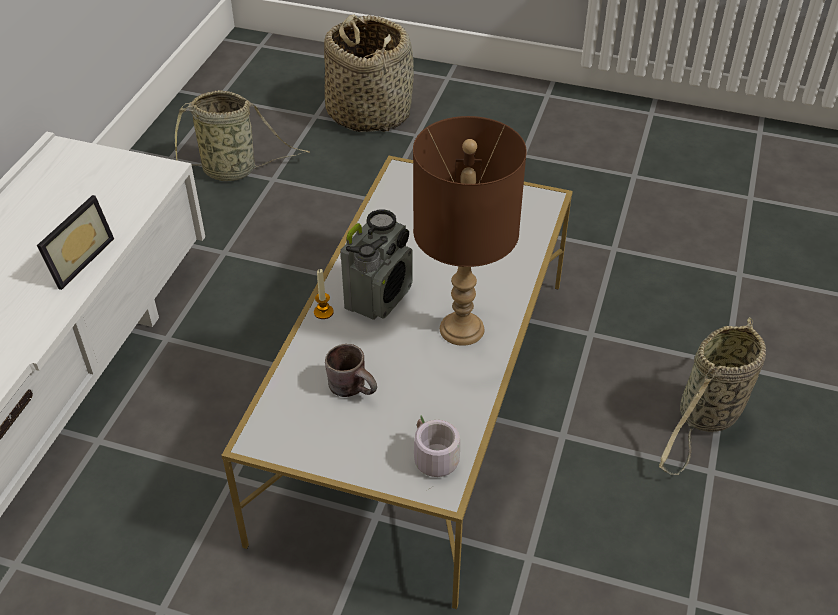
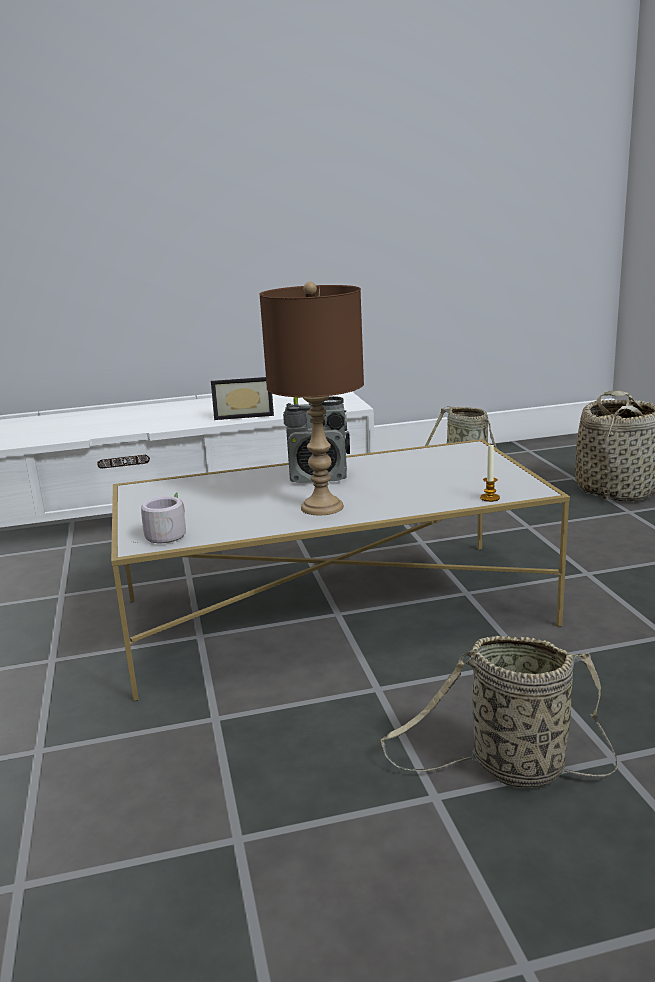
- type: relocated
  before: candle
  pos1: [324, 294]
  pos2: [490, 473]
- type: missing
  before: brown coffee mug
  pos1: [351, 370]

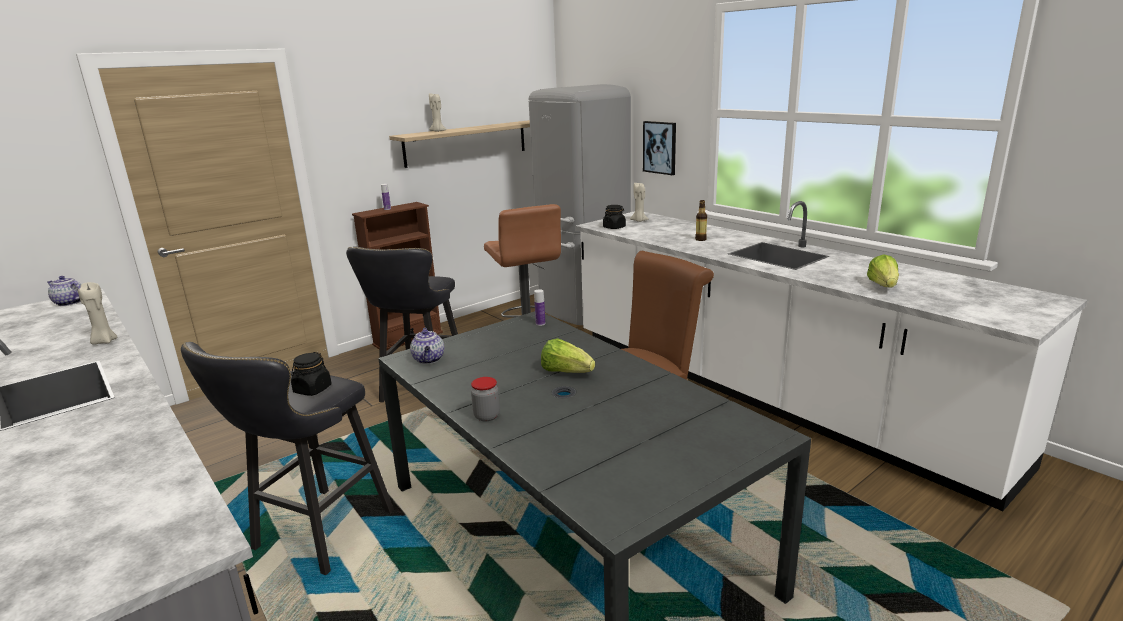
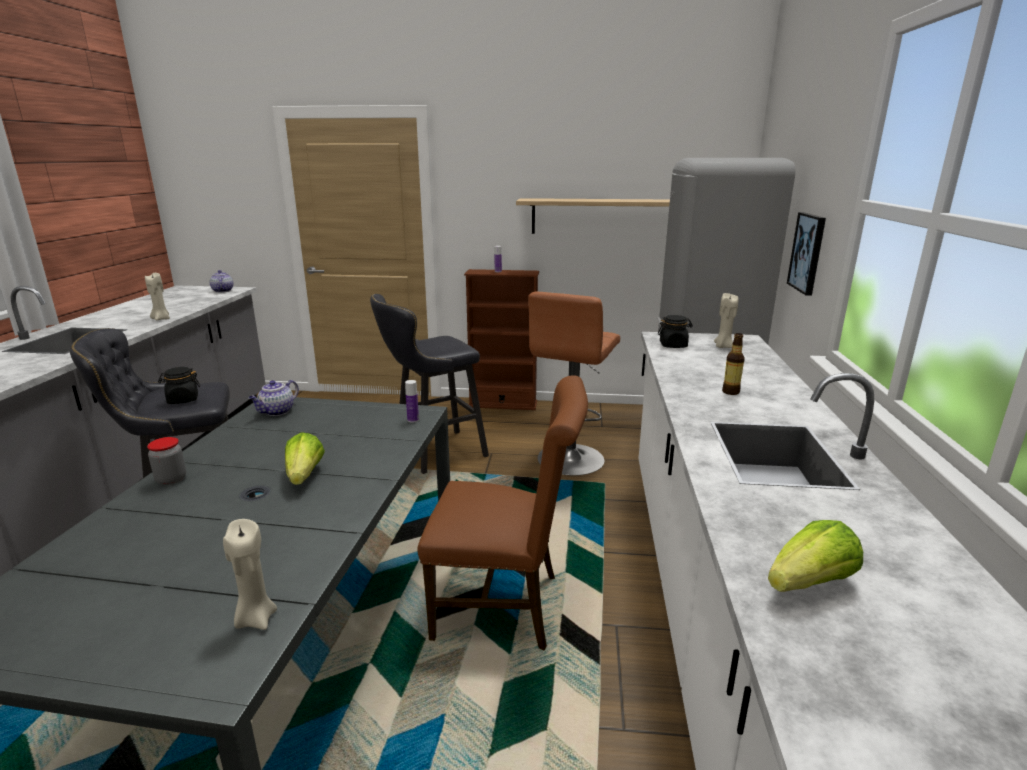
- type: relocated
  before: beige-coloured candle
  pos1: [438, 112]
  pos2: [250, 574]

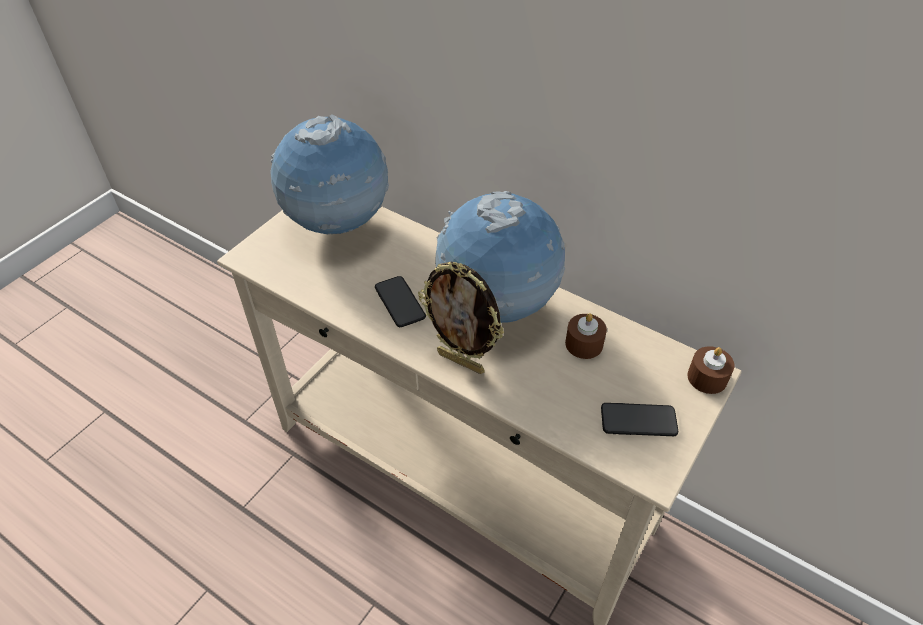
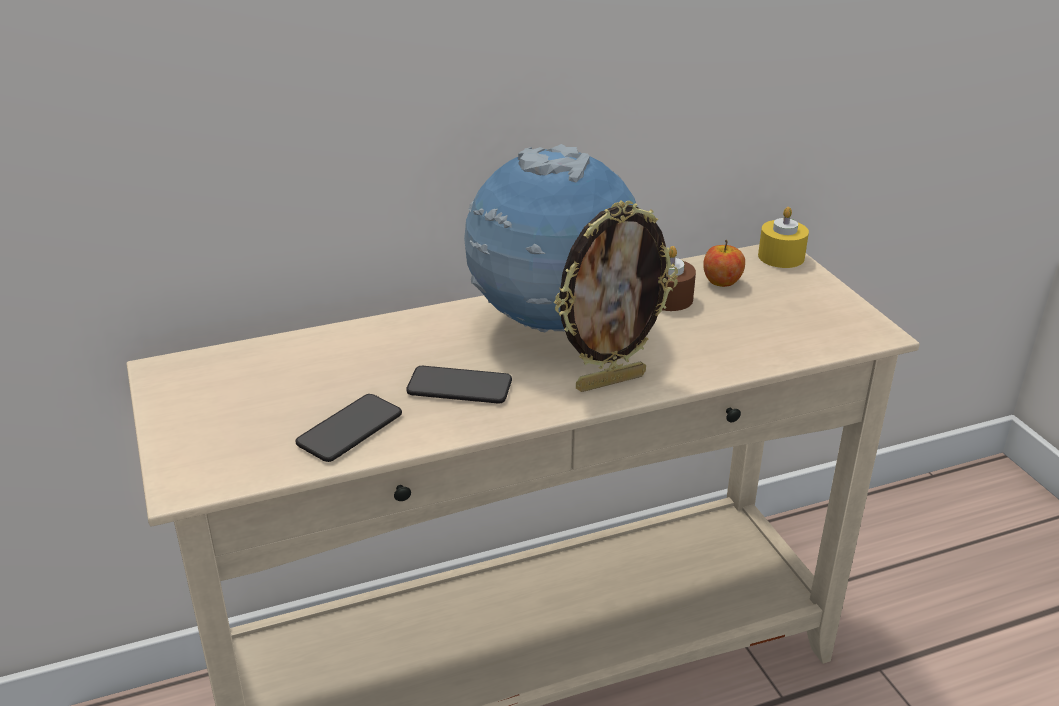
- type: missing
  before: desk globe
  pos1: [329, 174]
- type: colour
  before: brown candle
  after: yellow candle
  pos1: [711, 370]
  pos2: [783, 237]
- type: relocated
  before: telephone
  pos1: [639, 419]
  pos2: [348, 428]
- type: appeared
  after: whole apple
  pos2: [724, 263]

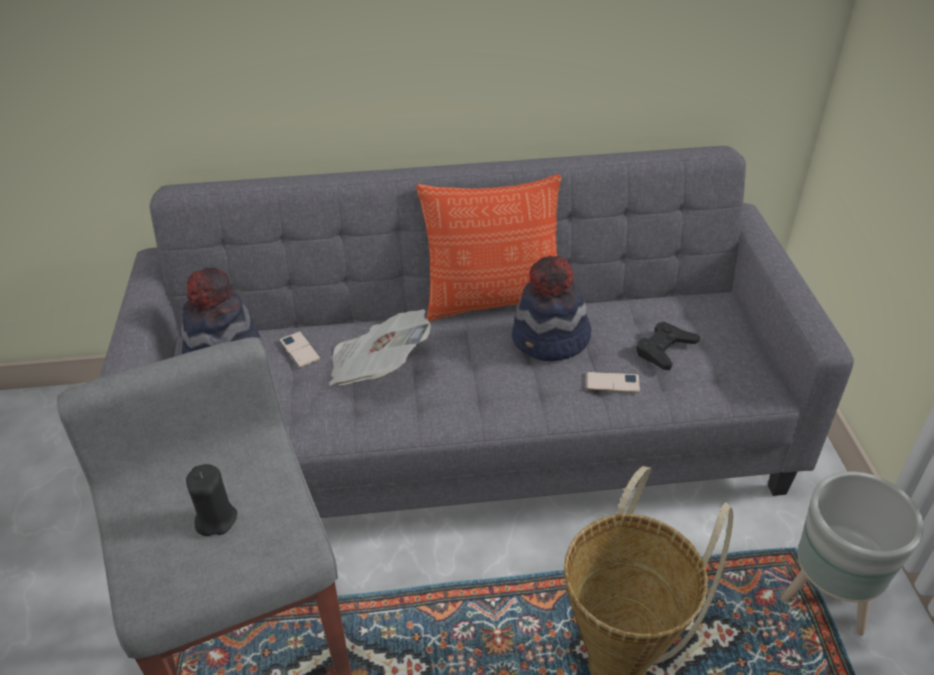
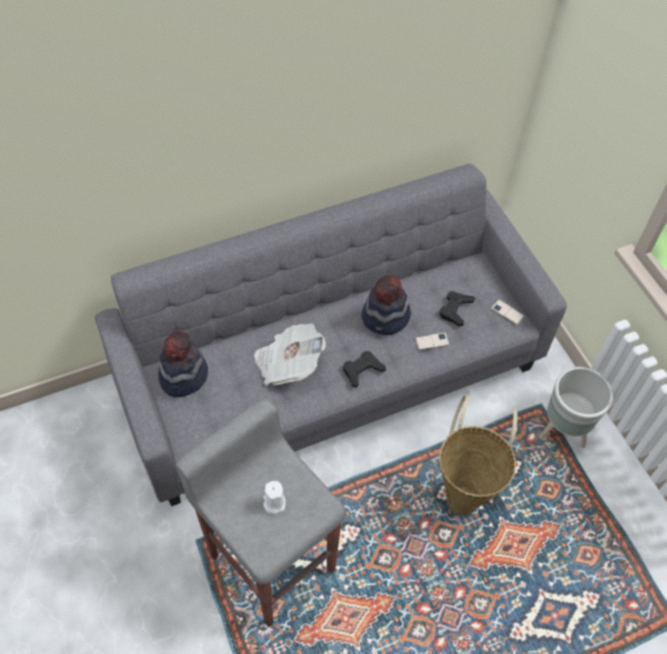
- type: missing
  before: orange pillow
  pos1: [488, 247]
- type: relocated
  before: telephone
  pos1: [300, 349]
  pos2: [508, 312]
- type: colour
  before: black candle
  after: white candle
  pos1: [211, 500]
  pos2: [274, 497]
- type: appeared
  after: black gamepad
  pos2: [364, 369]

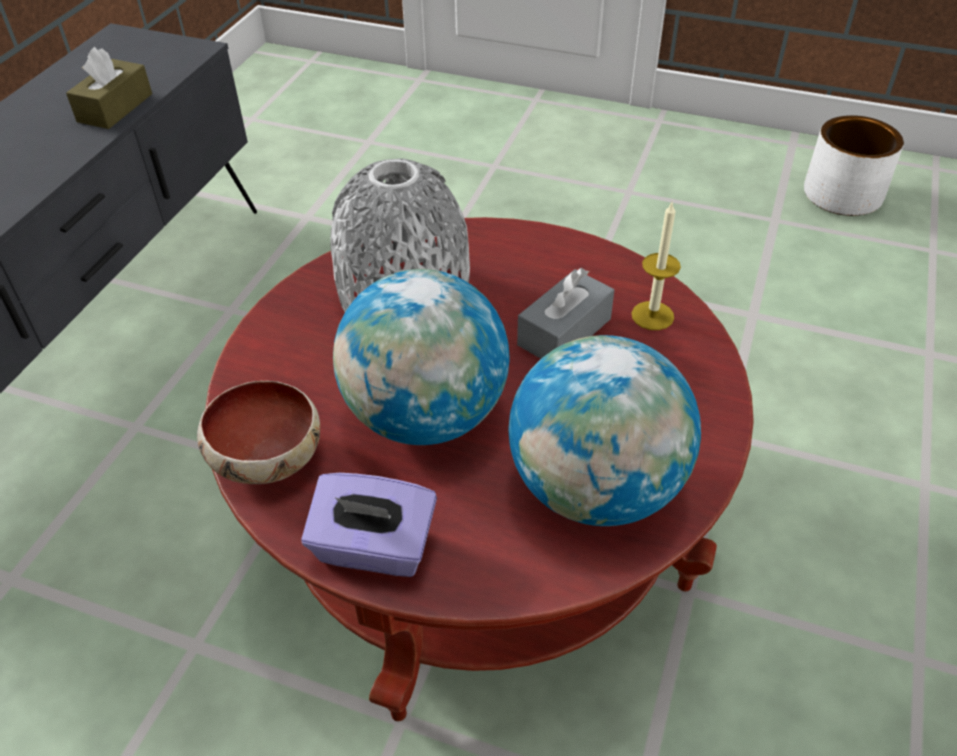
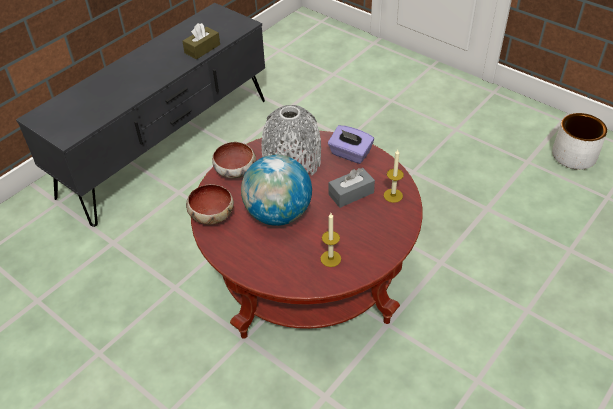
- type: exchanged
  before: desk globe
  after: candle
  pos1: [605, 430]
  pos2: [330, 240]
- type: relocated
  before: purple-coloured box of tissues
  pos1: [369, 525]
  pos2: [351, 144]
- type: appeared
  after: deep dish
  pos2: [234, 160]

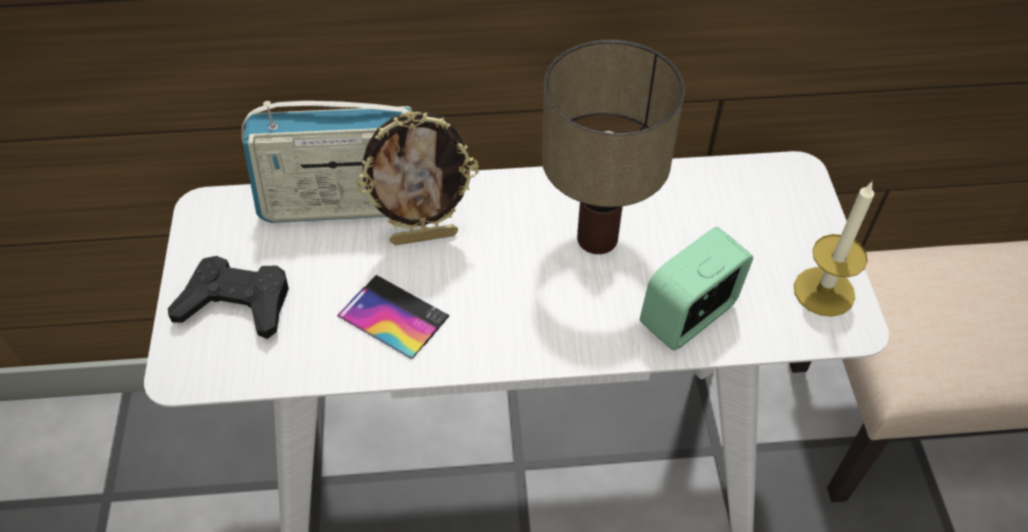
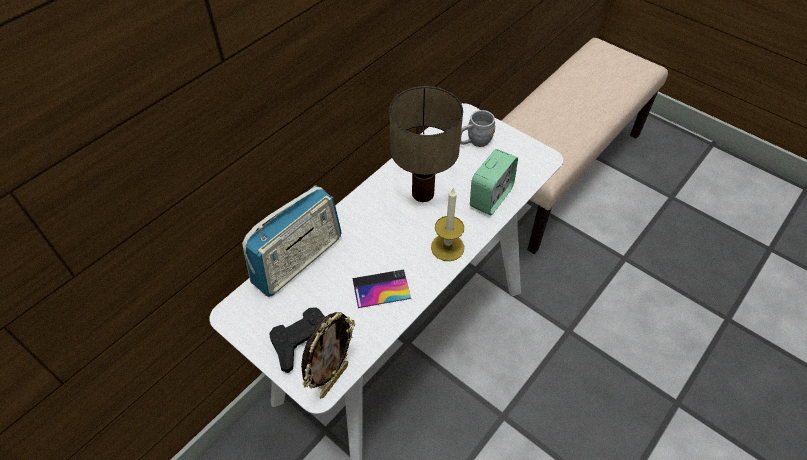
- type: relocated
  before: standing frame
  pos1: [417, 178]
  pos2: [328, 355]
- type: relocated
  before: candle
  pos1: [834, 249]
  pos2: [447, 224]
- type: spun
  before: bedside clock
  pos1: [696, 288]
  pos2: [494, 182]
  turn: -150
- type: appeared
  after: gray coffee mug
  pos2: [478, 128]

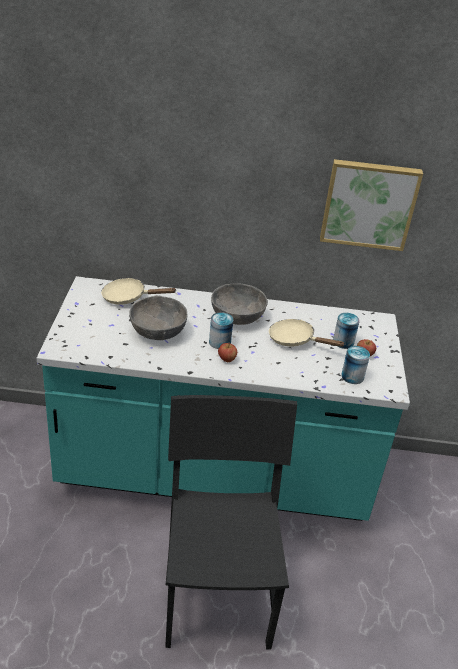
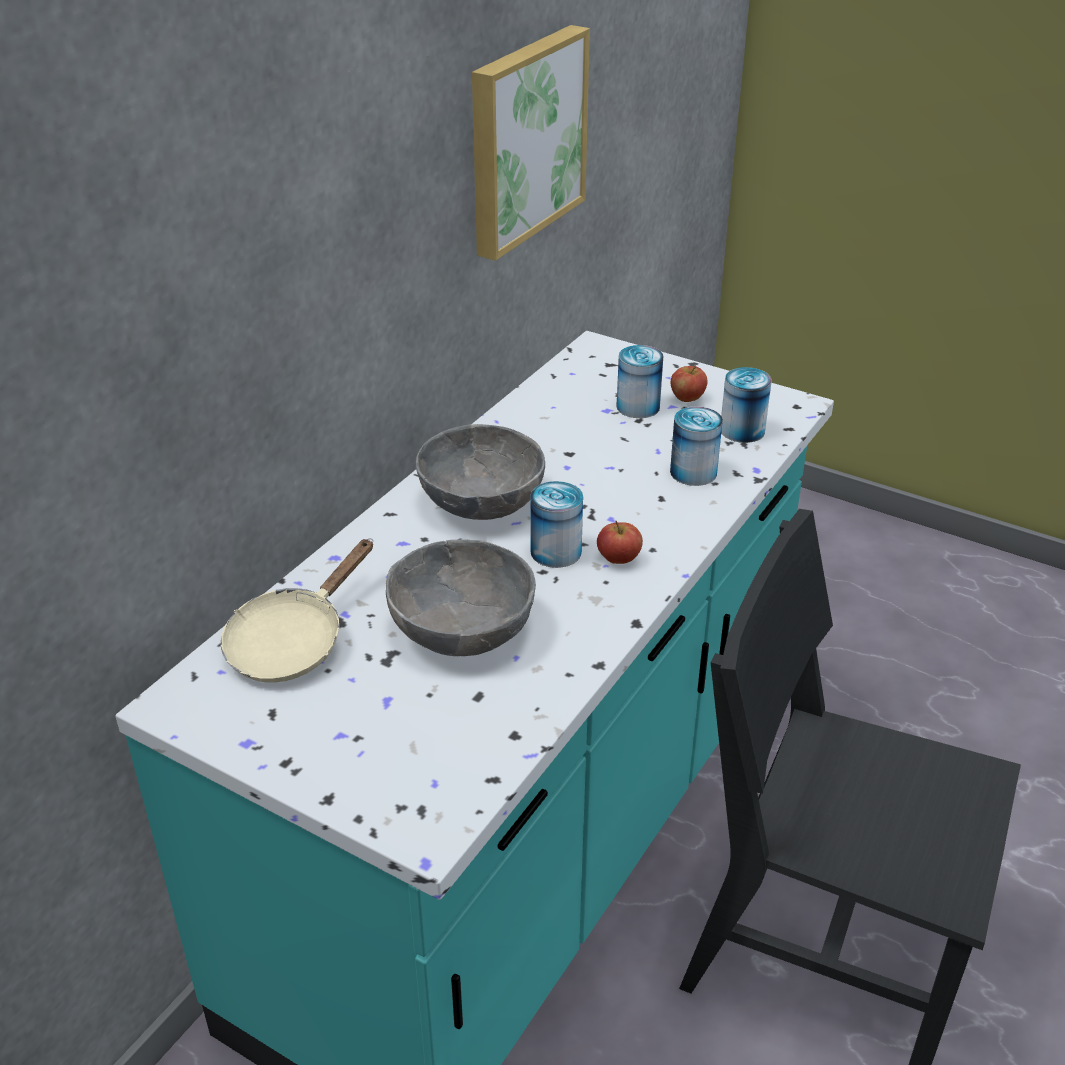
- type: missing
  before: beige-coloured skillet
  pos1: [307, 333]
- type: appeared
  after: metal can
  pos2: [696, 446]

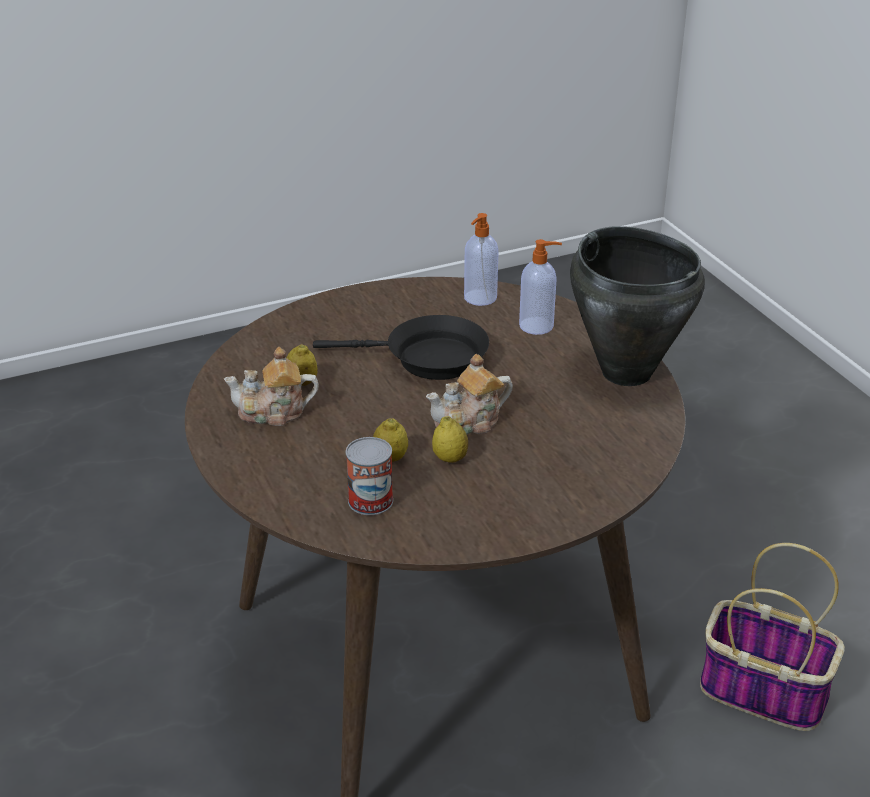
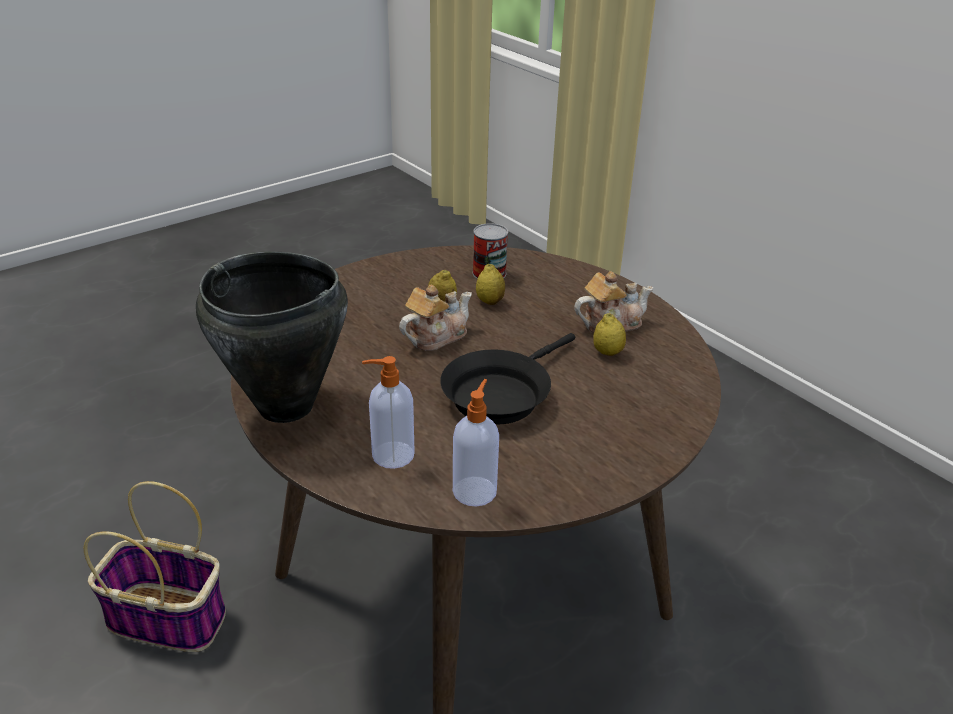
- type: spun
  before: black skillet
  pos1: [401, 347]
  pos2: [507, 379]
  turn: -45

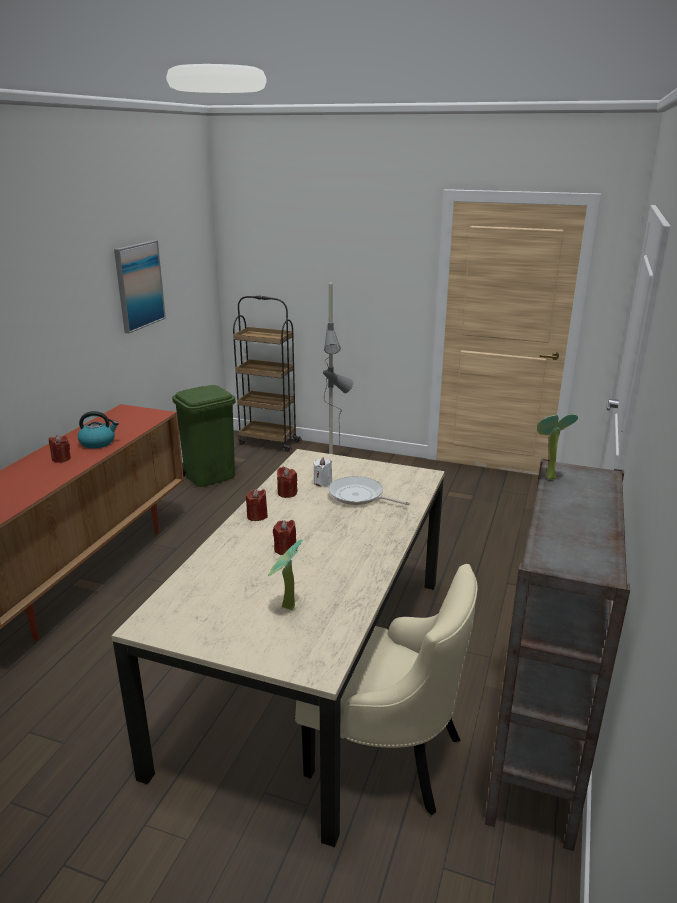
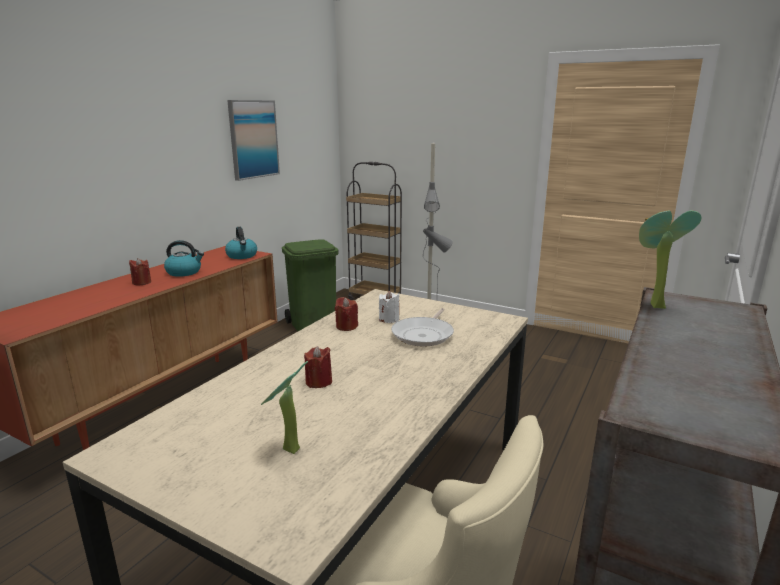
- type: spun
  before: skillet
  pos1: [369, 490]
  pos2: [422, 327]
  turn: -105
- type: missing
  before: red-coloured candle
  pos1: [257, 505]
- type: appeared
  after: water kettle
  pos2: [241, 243]

